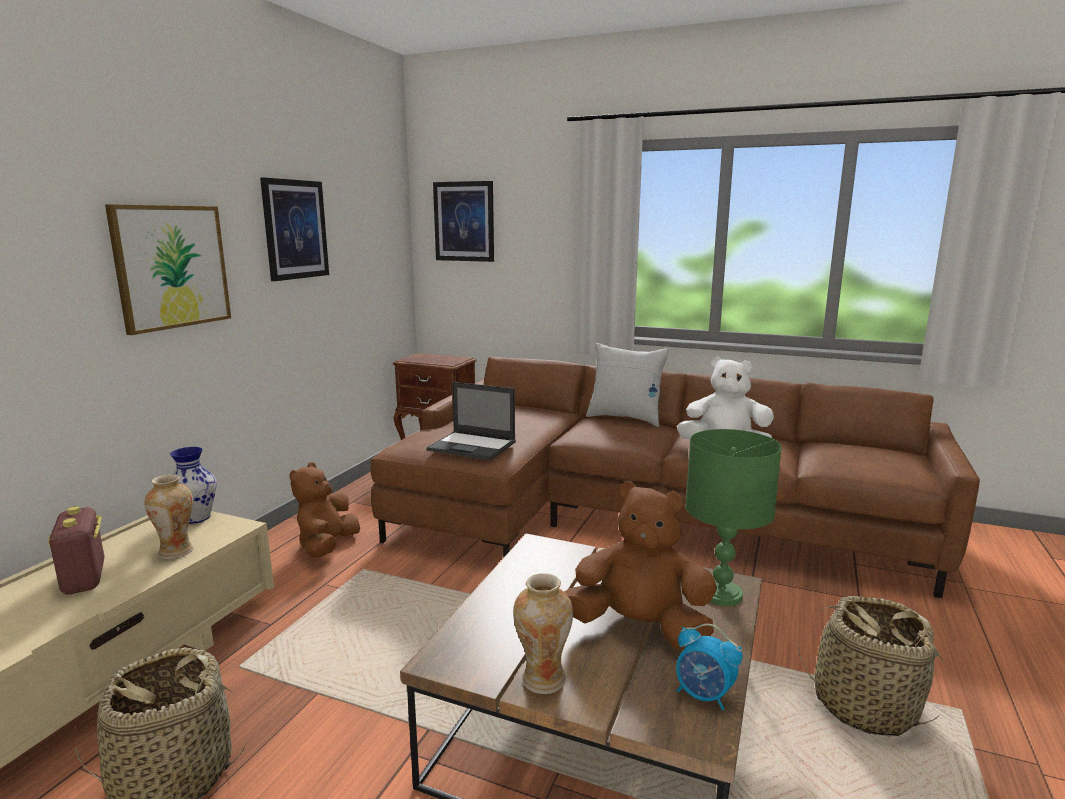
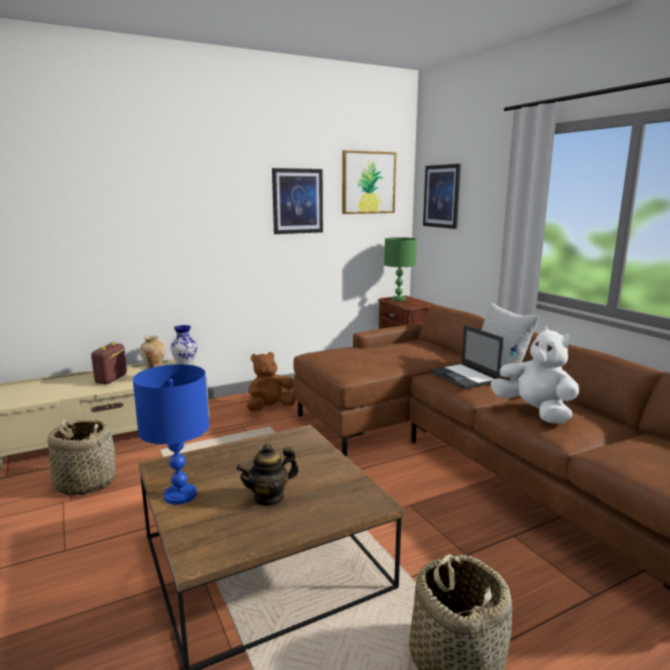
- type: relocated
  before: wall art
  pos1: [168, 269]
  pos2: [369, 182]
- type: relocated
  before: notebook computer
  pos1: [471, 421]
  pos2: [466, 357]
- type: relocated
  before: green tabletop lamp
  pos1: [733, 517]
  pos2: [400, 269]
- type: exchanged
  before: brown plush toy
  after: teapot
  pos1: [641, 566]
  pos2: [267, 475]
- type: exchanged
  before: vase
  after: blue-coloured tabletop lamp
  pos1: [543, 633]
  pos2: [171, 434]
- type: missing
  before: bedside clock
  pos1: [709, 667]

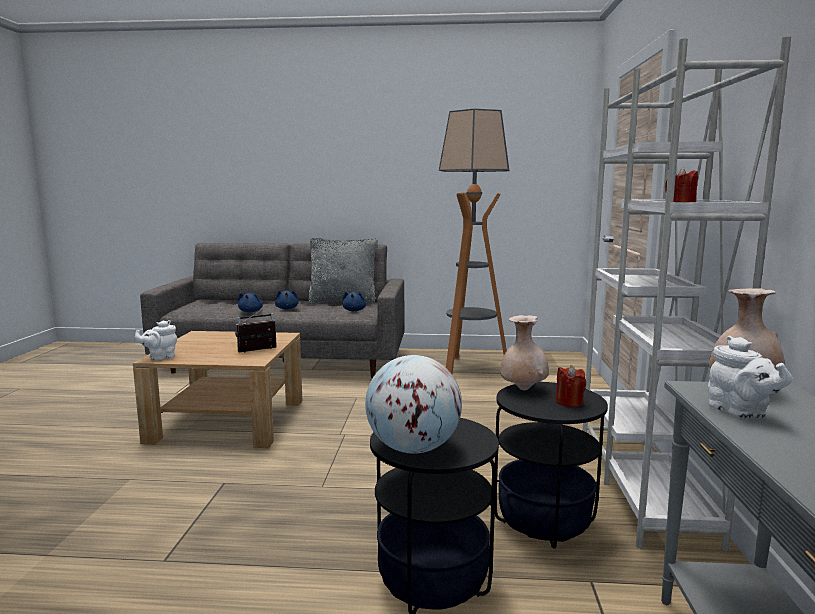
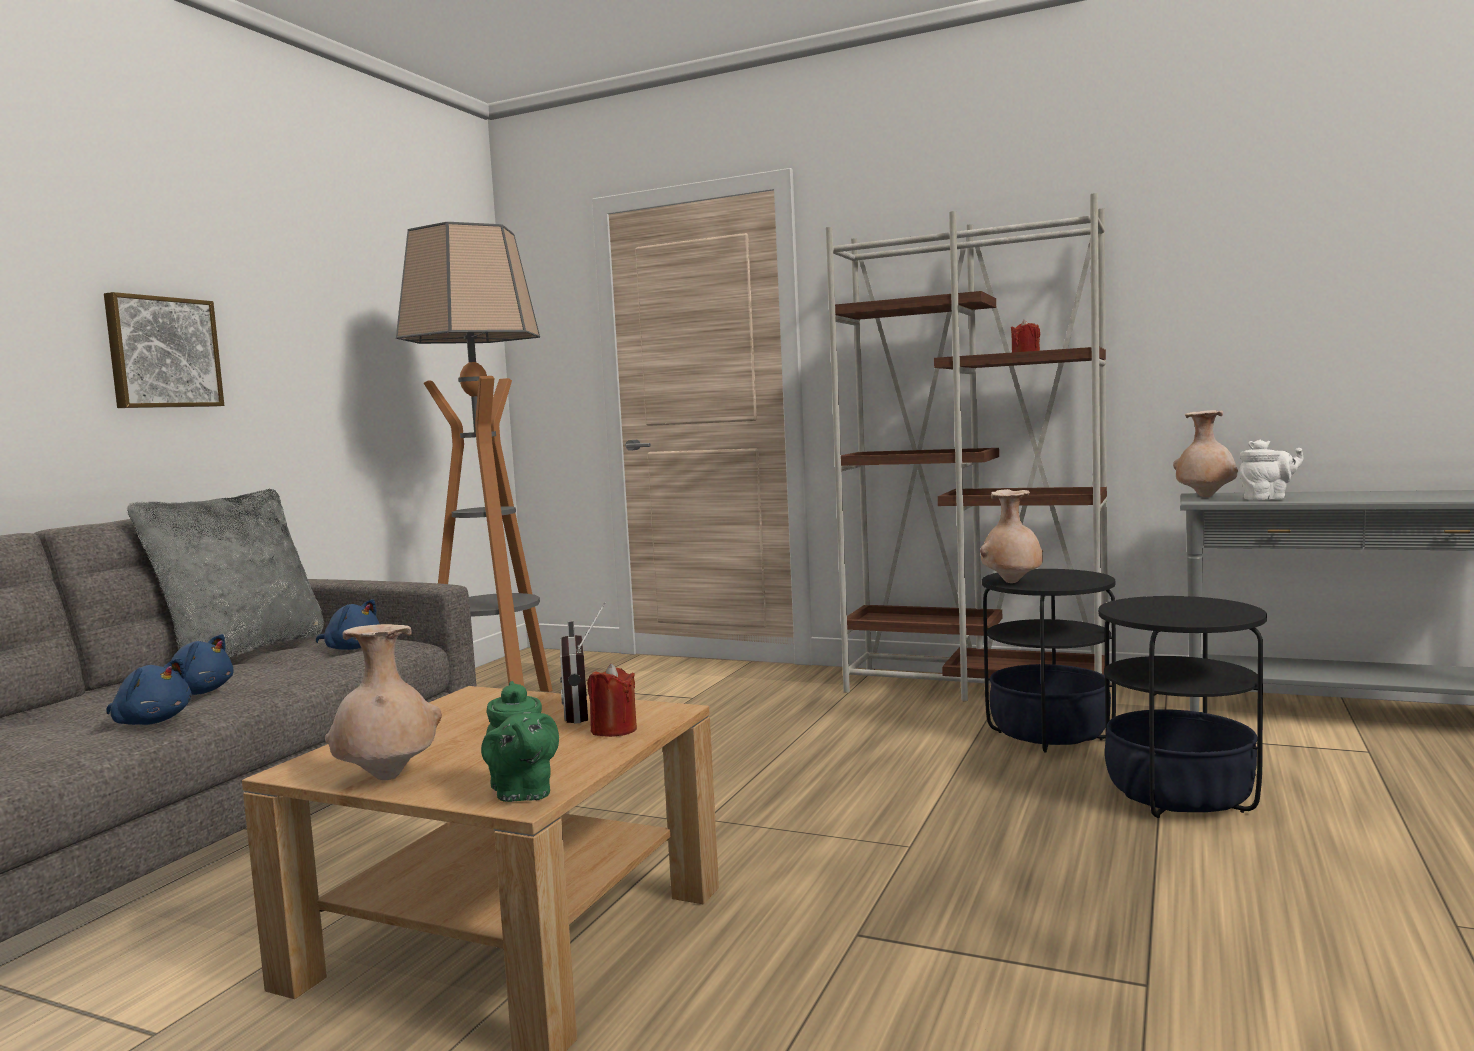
- type: colour
  before: white bookcase
  after: brown bookcase
  pos1: [686, 294]
  pos2: [967, 447]
- type: colour
  before: white teapot
  after: green teapot
  pos1: [156, 340]
  pos2: [520, 741]
- type: missing
  before: desk globe
  pos1: [413, 404]
- type: relocated
  before: red-coloured candle
  pos1: [570, 386]
  pos2: [612, 700]
- type: appeared
  after: wall art
  pos2: [164, 350]
- type: appeared
  after: beige-coloured vase
  pos2: [383, 702]

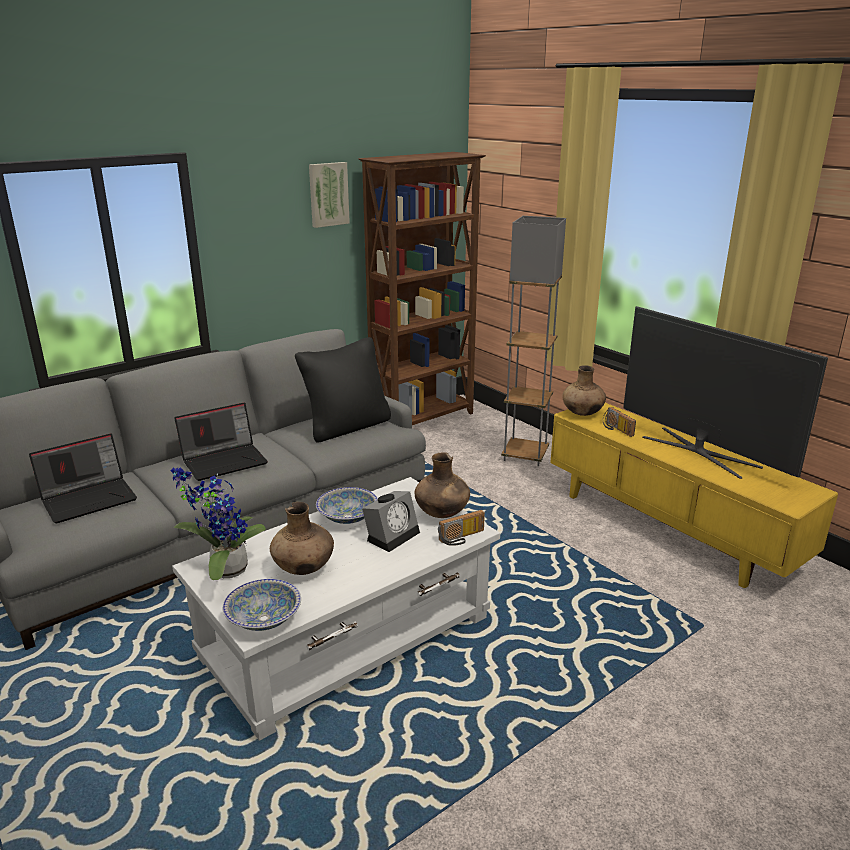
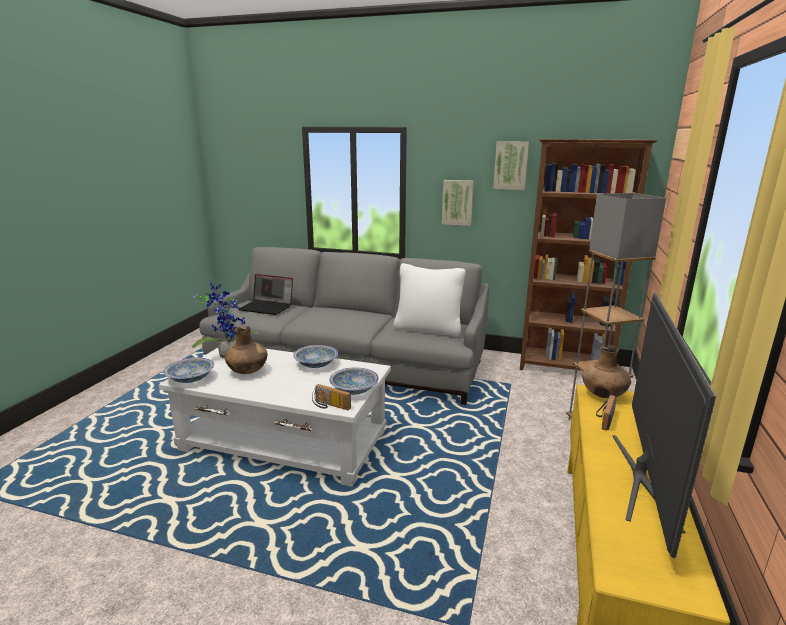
- type: colour
  before: black pillow
  after: white pillow
  pos1: [343, 390]
  pos2: [429, 299]
- type: missing
  before: notebook computer
  pos1: [221, 442]
- type: exchanged
  before: brown vase
  after: deep dish
  pos1: [442, 485]
  pos2: [354, 381]
- type: missing
  before: bedside clock
  pos1: [391, 521]
- type: appeared
  after: wall art
  pos2: [458, 203]

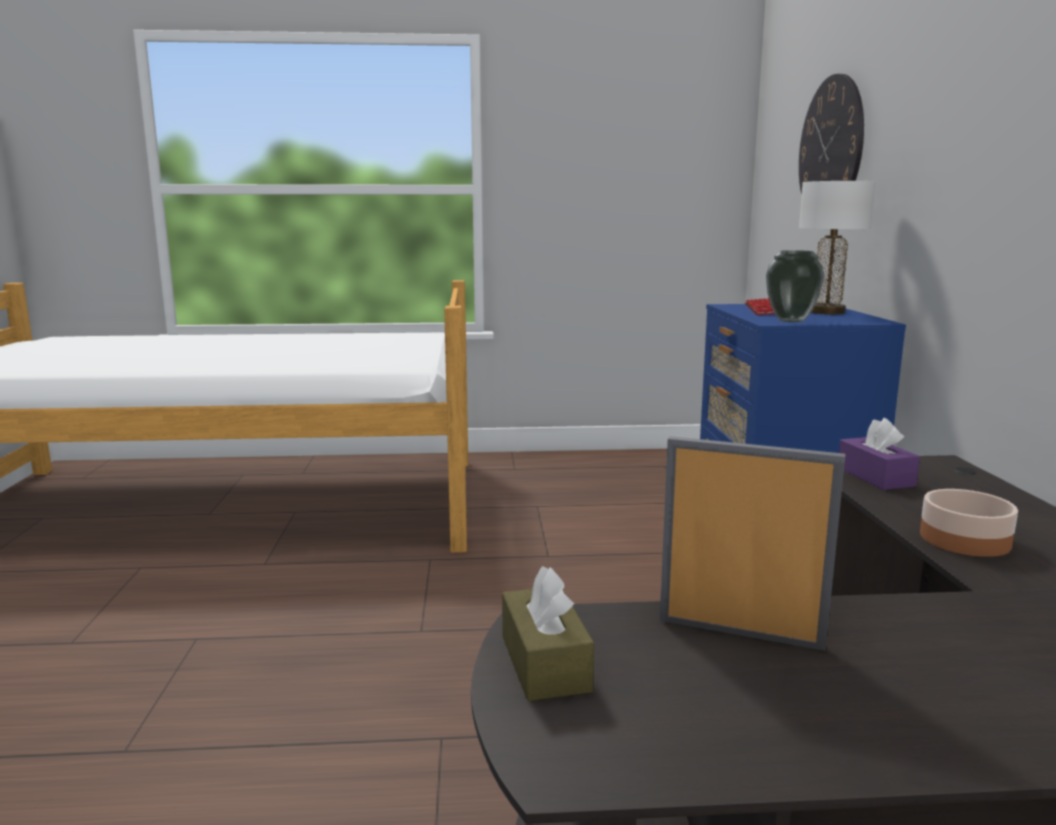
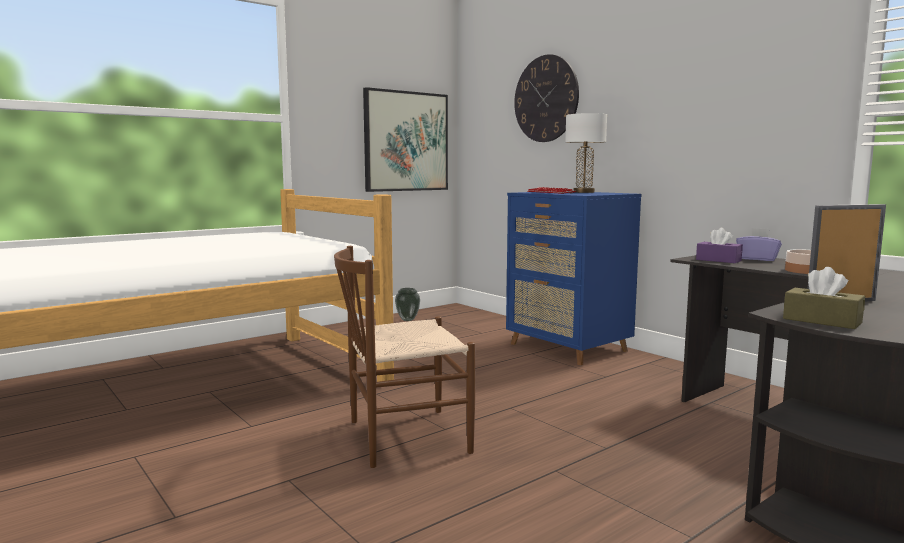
- type: relocated
  before: vase
  pos1: [795, 286]
  pos2: [407, 304]
- type: appeared
  after: wall art
  pos2: [405, 139]
- type: appeared
  after: purple-coloured box of tissues
  pos2: [759, 244]
- type: appeared
  after: brown plain chair
  pos2: [404, 357]

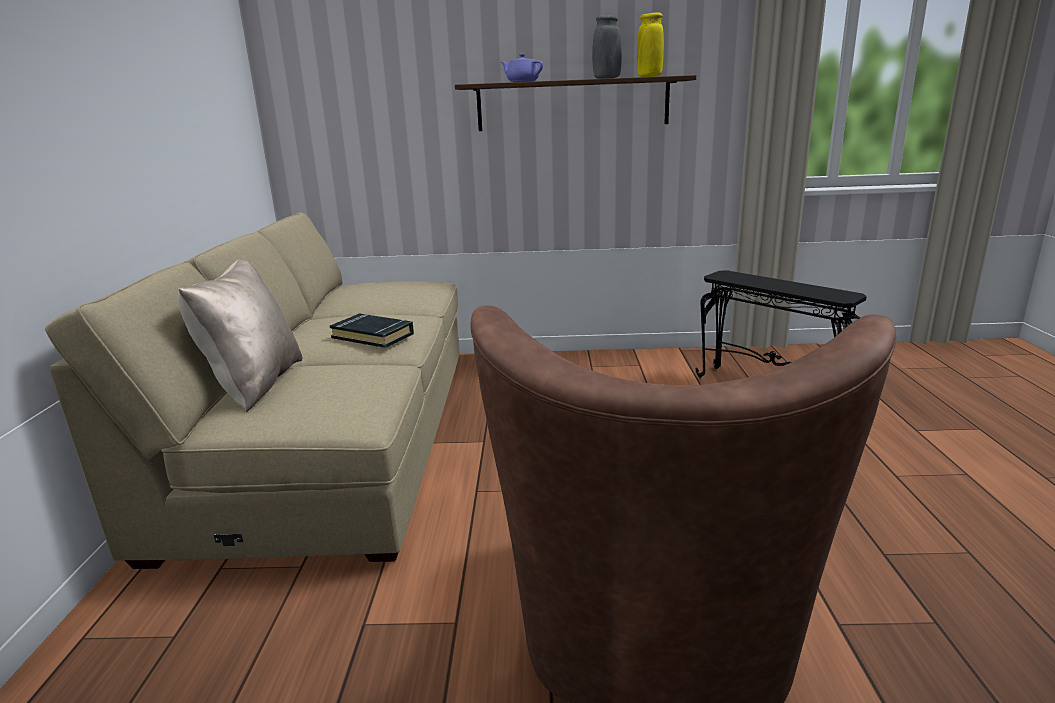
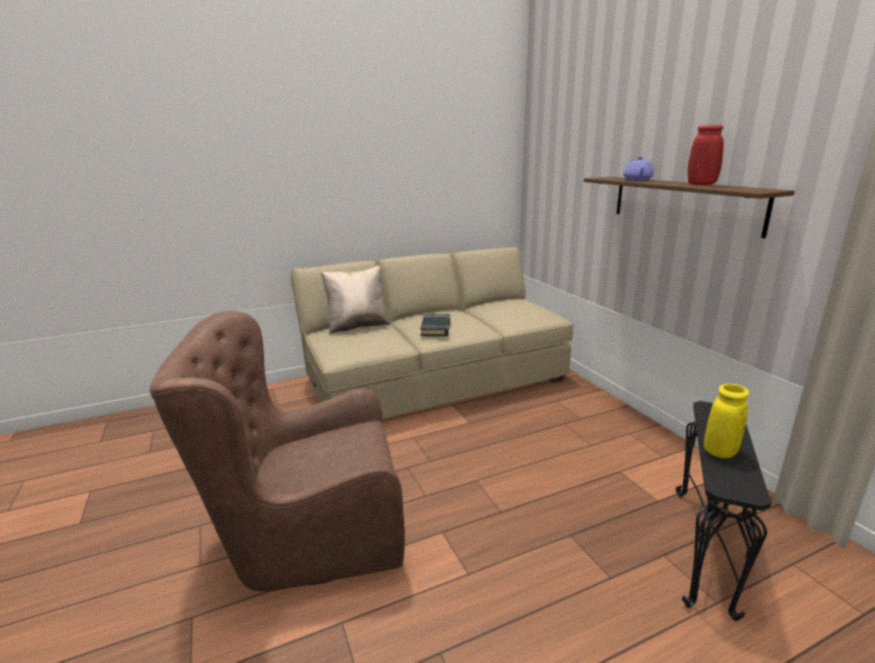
- type: relocated
  before: yellow vase
  pos1: [650, 45]
  pos2: [726, 421]
- type: colour
  before: gray vase
  after: red-coloured vase
  pos1: [607, 47]
  pos2: [706, 155]

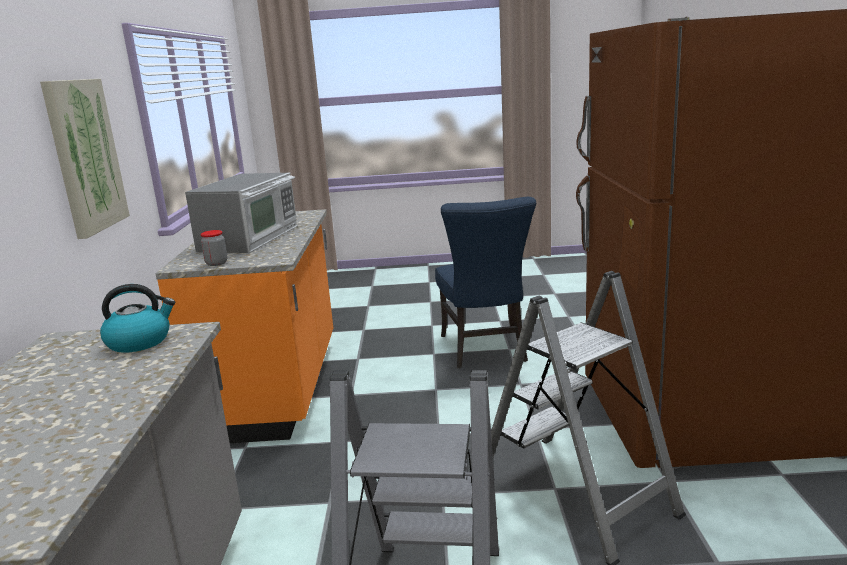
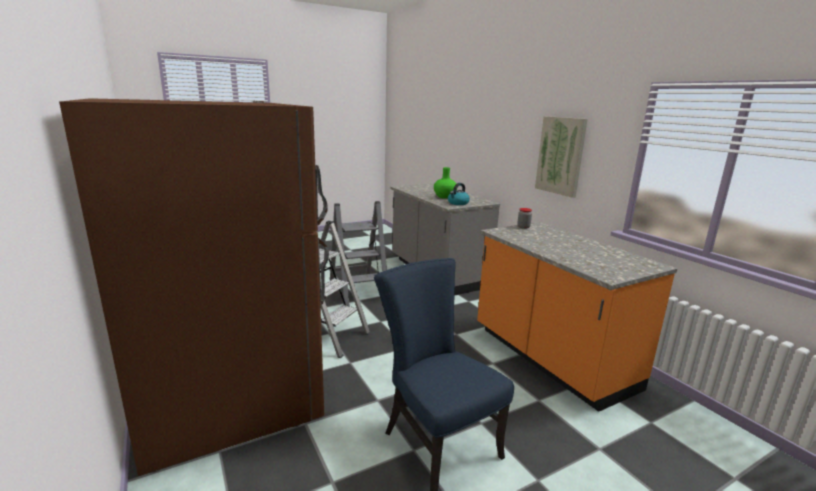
- type: missing
  before: microwave oven
  pos1: [241, 213]
- type: appeared
  after: green vase
  pos2: [445, 183]

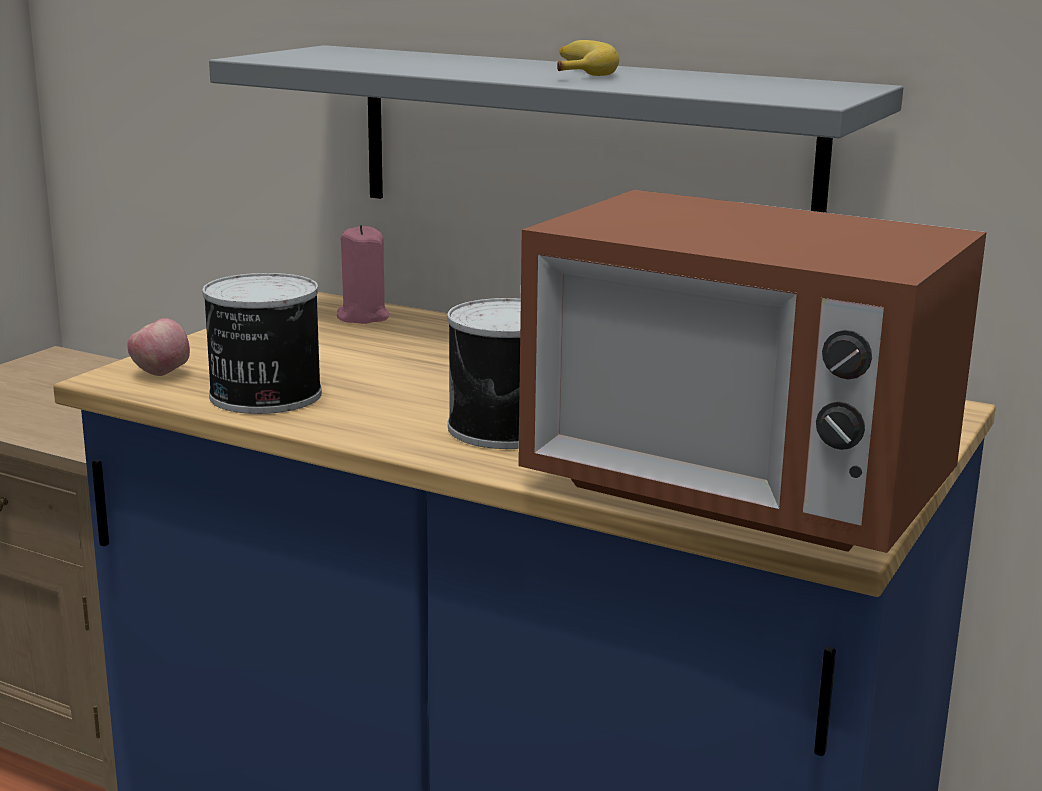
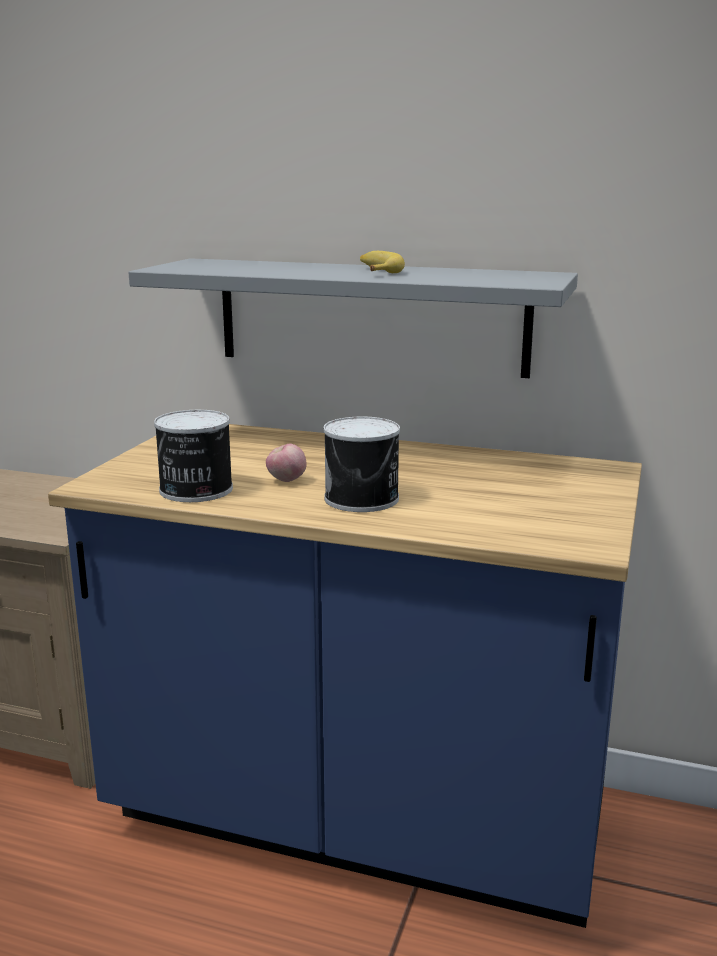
- type: missing
  before: microwave oven
  pos1: [752, 371]
- type: missing
  before: pink-coloured candle
  pos1: [363, 274]
- type: relocated
  before: whole apple
  pos1: [158, 347]
  pos2: [286, 463]

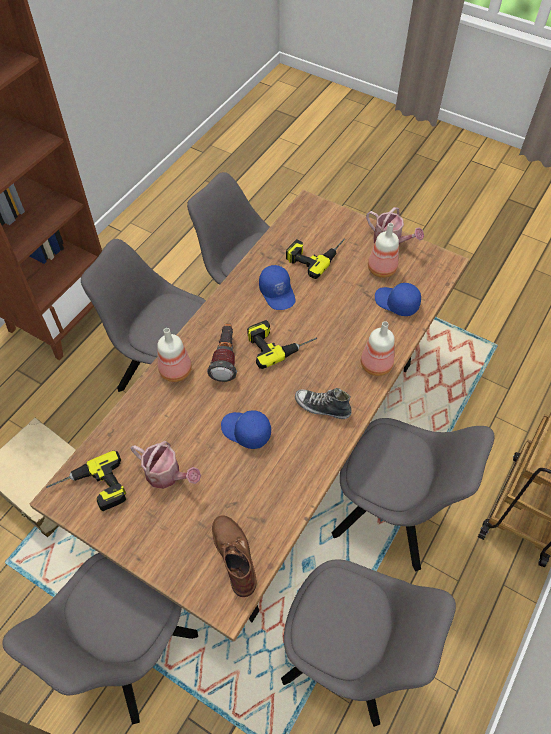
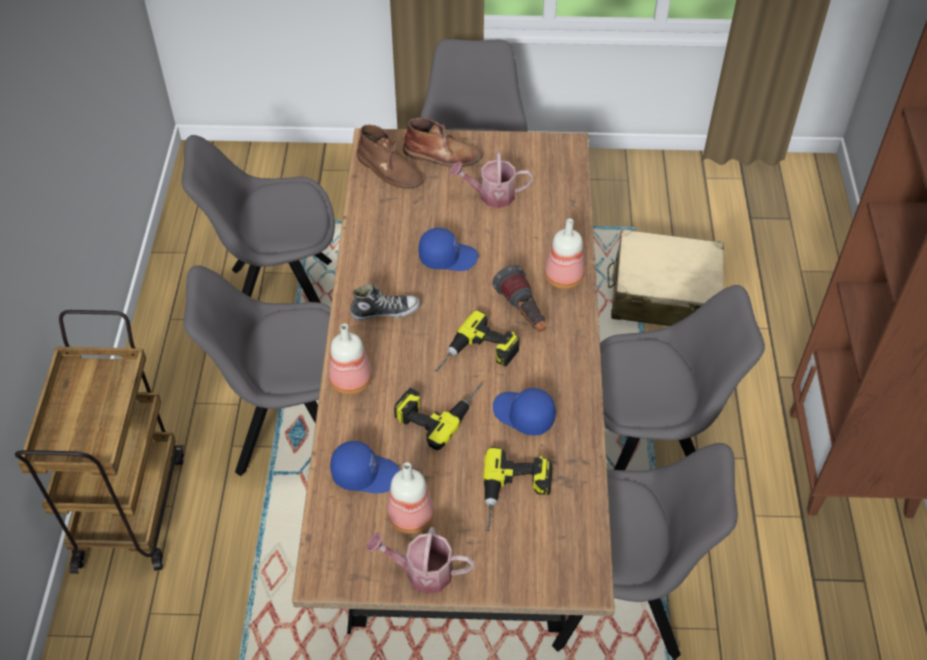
- type: relocated
  before: electric drill
  pos1: [86, 481]
  pos2: [438, 416]
- type: appeared
  after: brown tall boot
  pos2: [442, 142]

